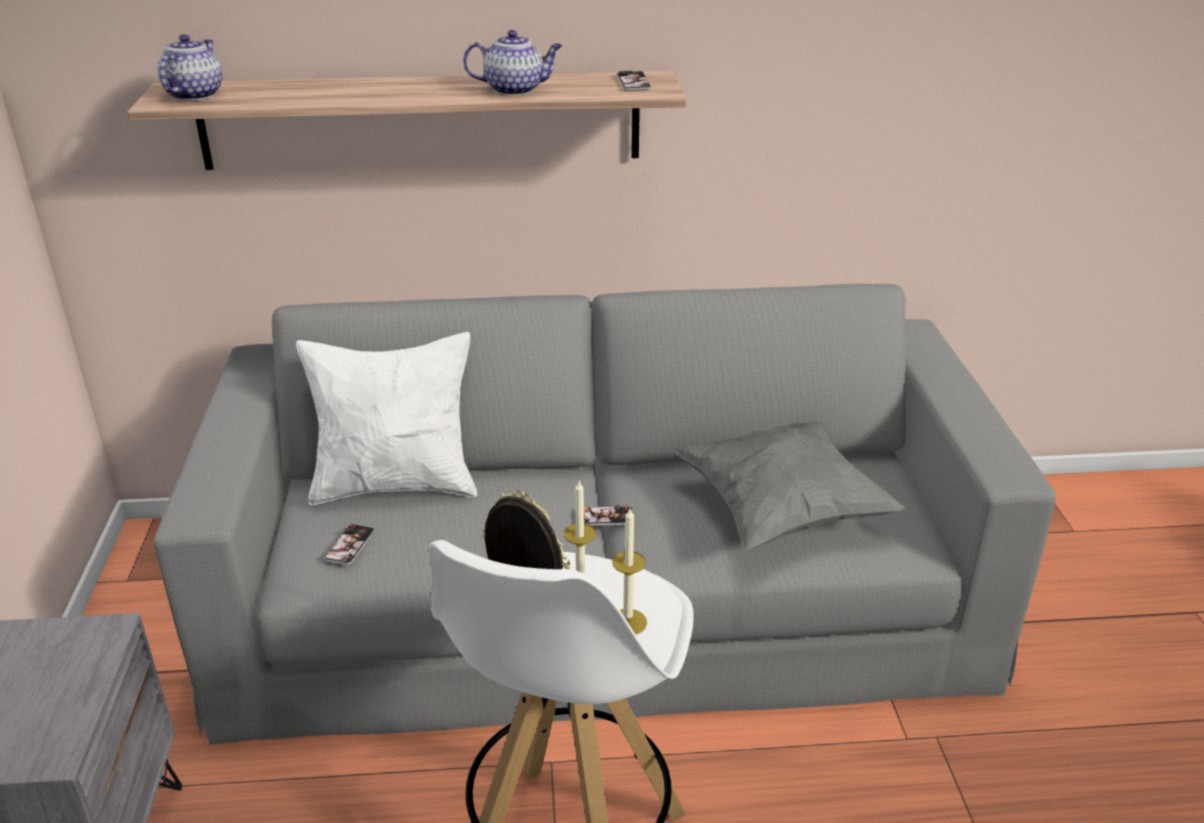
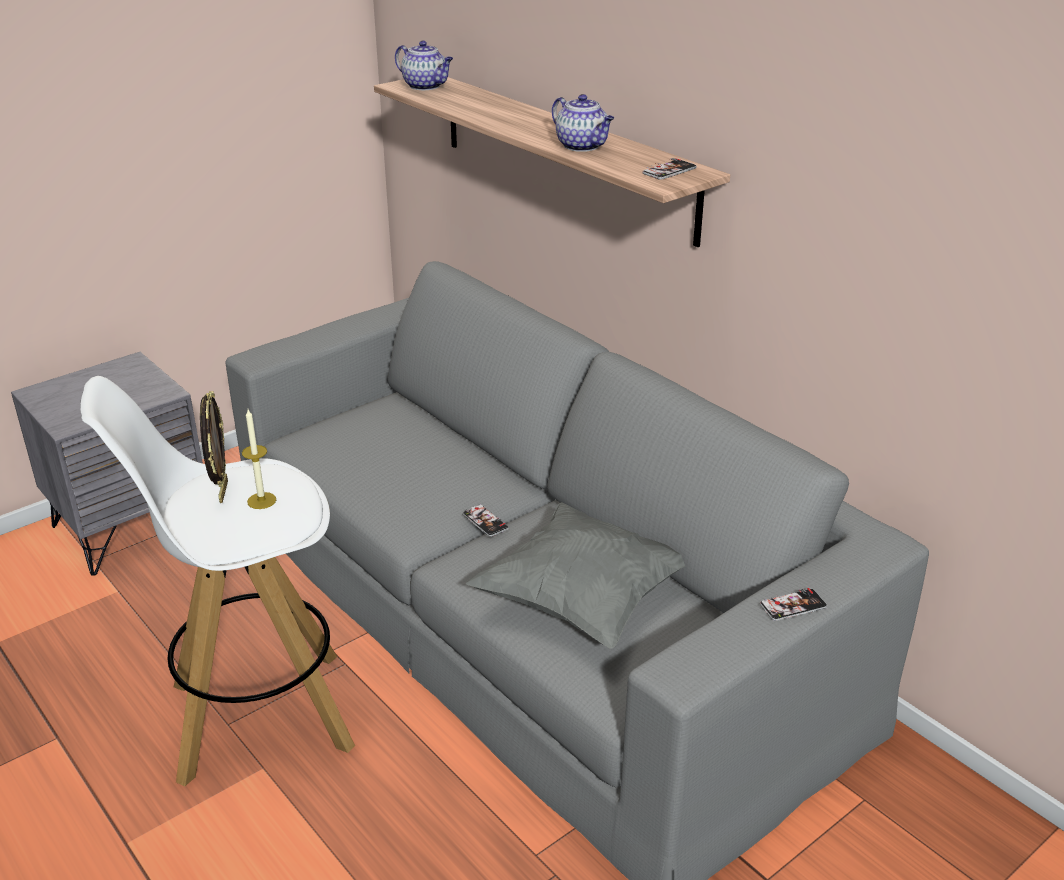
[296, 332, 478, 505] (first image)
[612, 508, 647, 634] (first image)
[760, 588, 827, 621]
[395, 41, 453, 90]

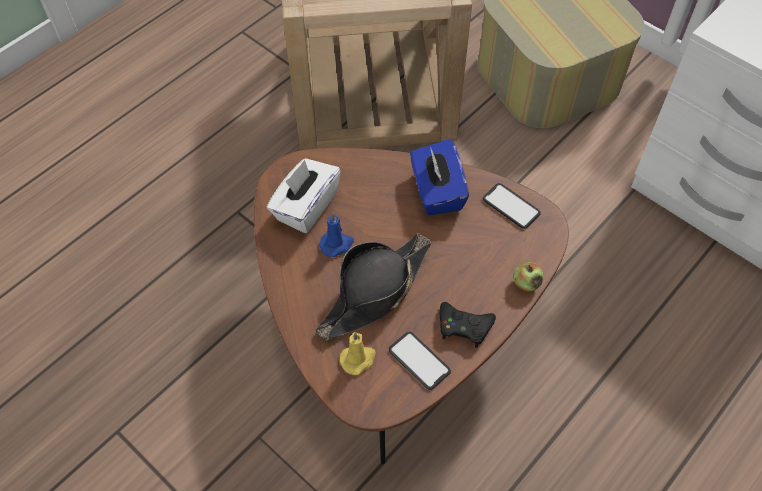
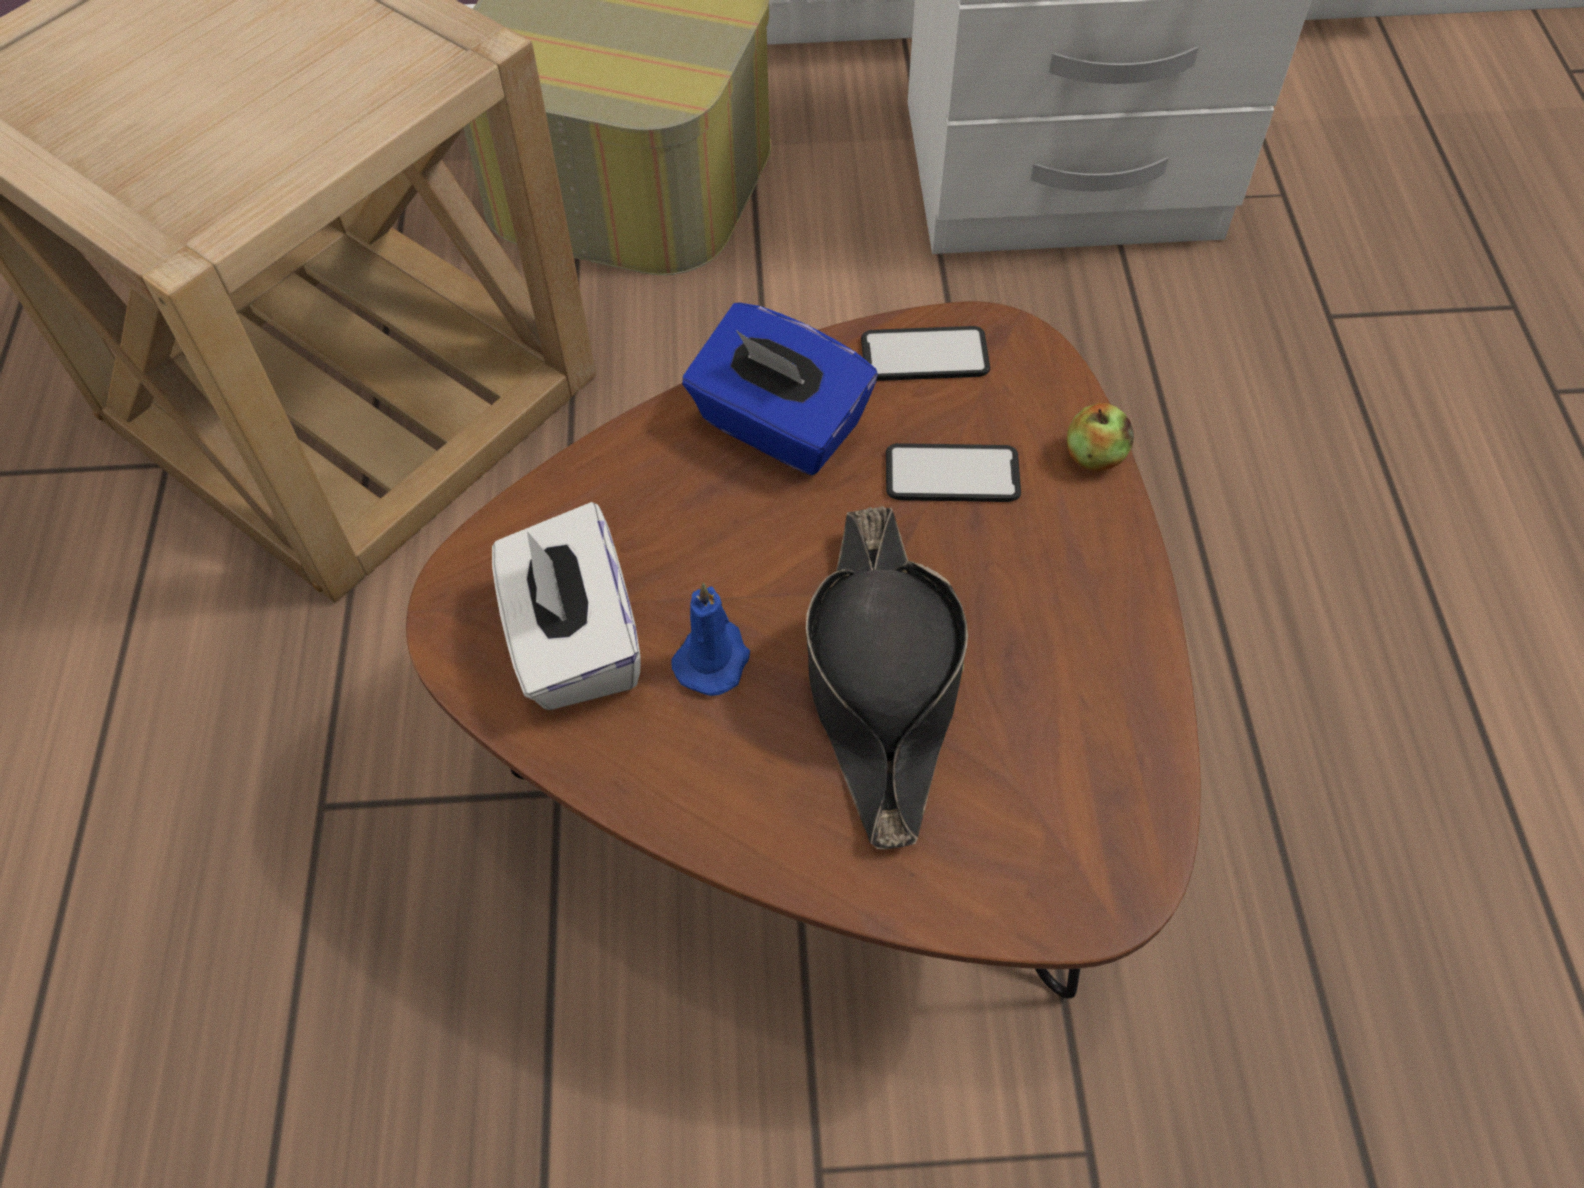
[340, 332, 376, 375] (first image)
[440, 302, 496, 348] (first image)
[886, 443, 1021, 502]

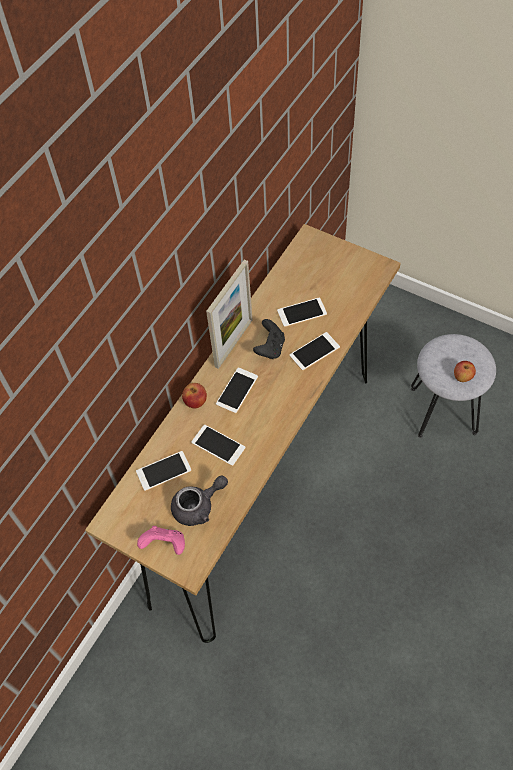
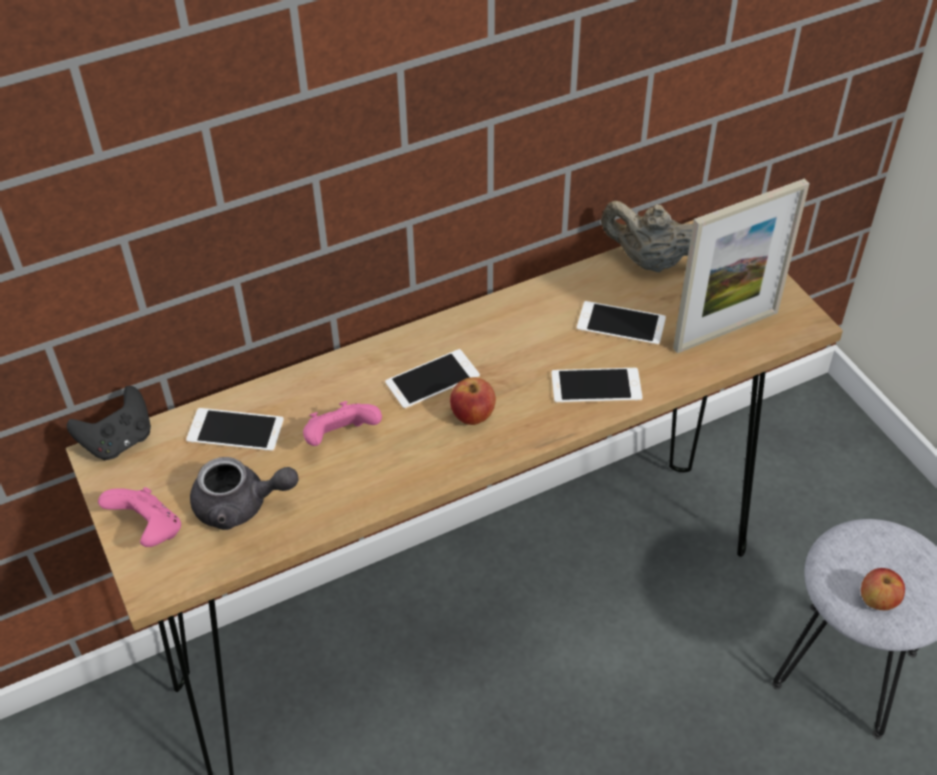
[601, 201, 693, 272]
[450, 377, 496, 425]
[673, 178, 810, 353]
[67, 386, 151, 460]
[303, 401, 382, 446]

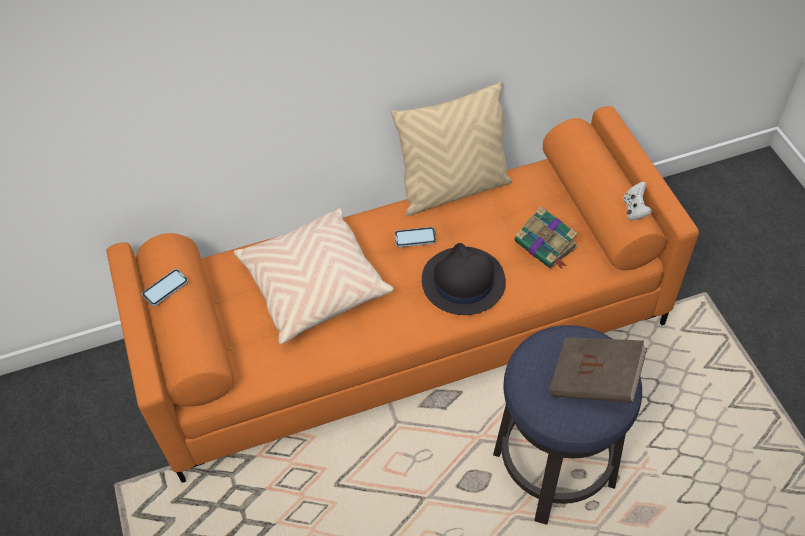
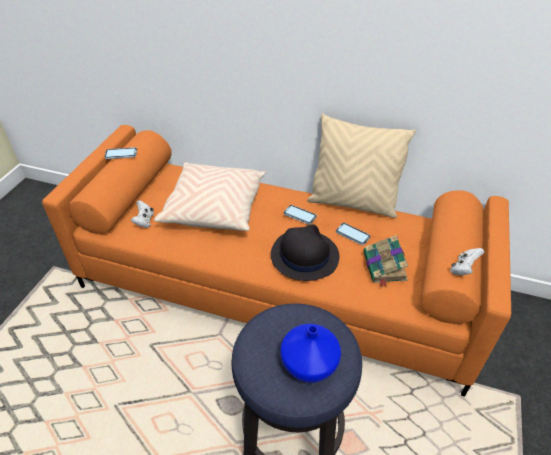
[131, 200, 154, 228]
[336, 223, 371, 245]
[281, 324, 341, 383]

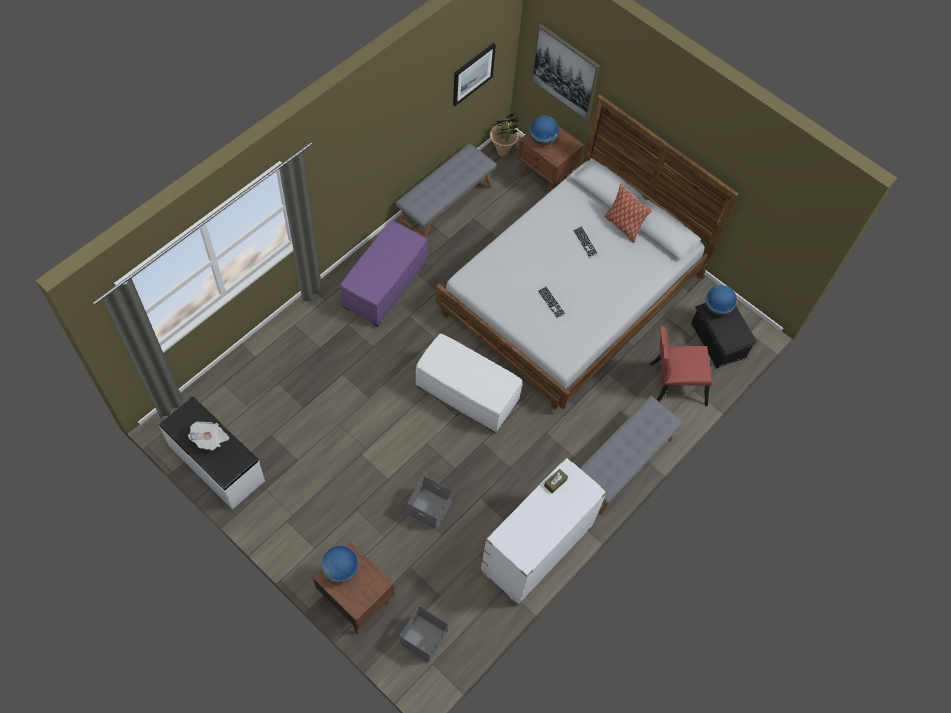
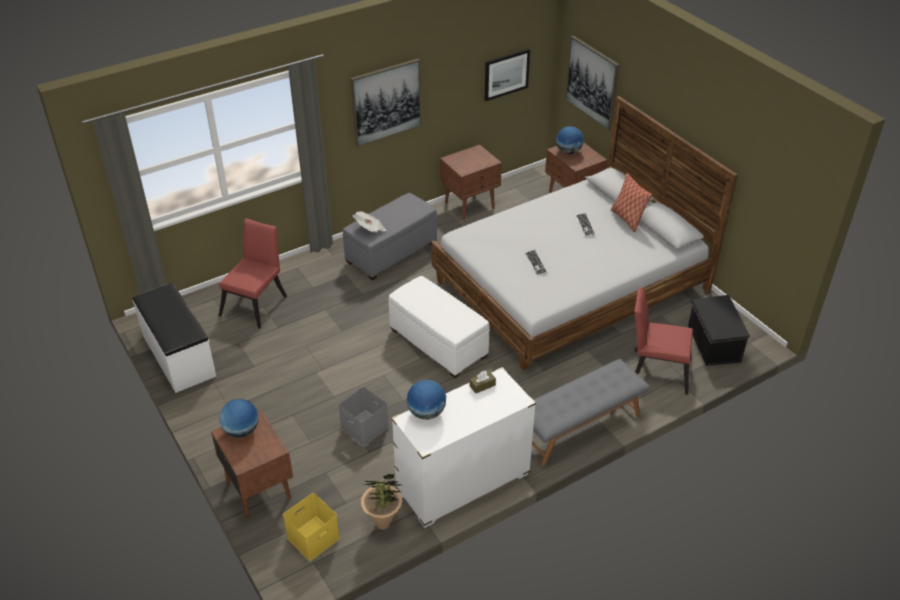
[219, 218, 287, 329]
[351, 59, 421, 147]
[353, 211, 386, 232]
[361, 474, 402, 530]
[407, 380, 446, 420]
[440, 145, 502, 220]
[343, 193, 437, 281]
[283, 493, 340, 561]

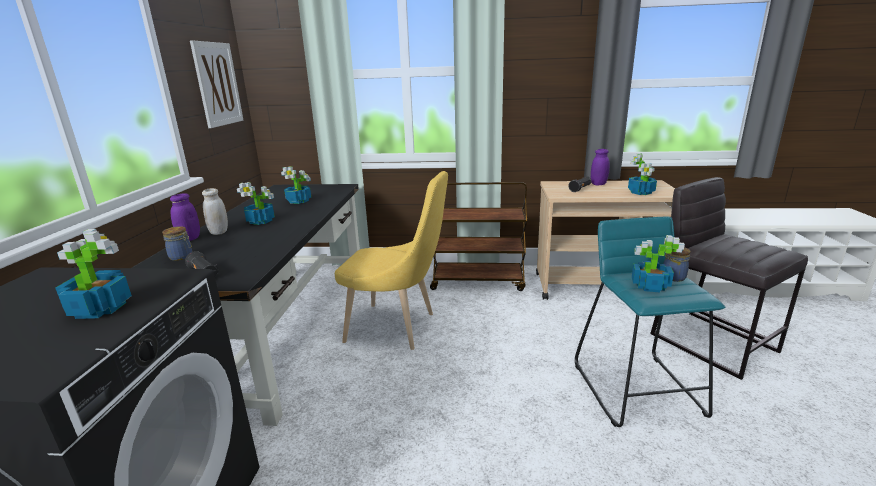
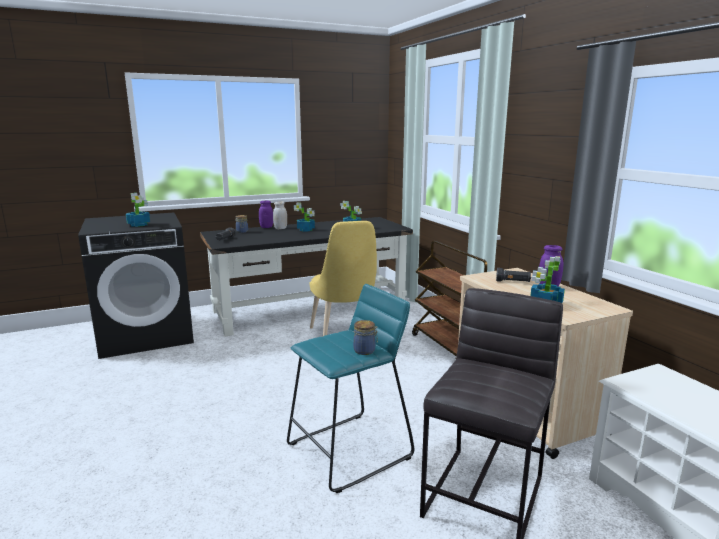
[190, 40, 243, 128] (first image)
[632, 235, 685, 293] (first image)

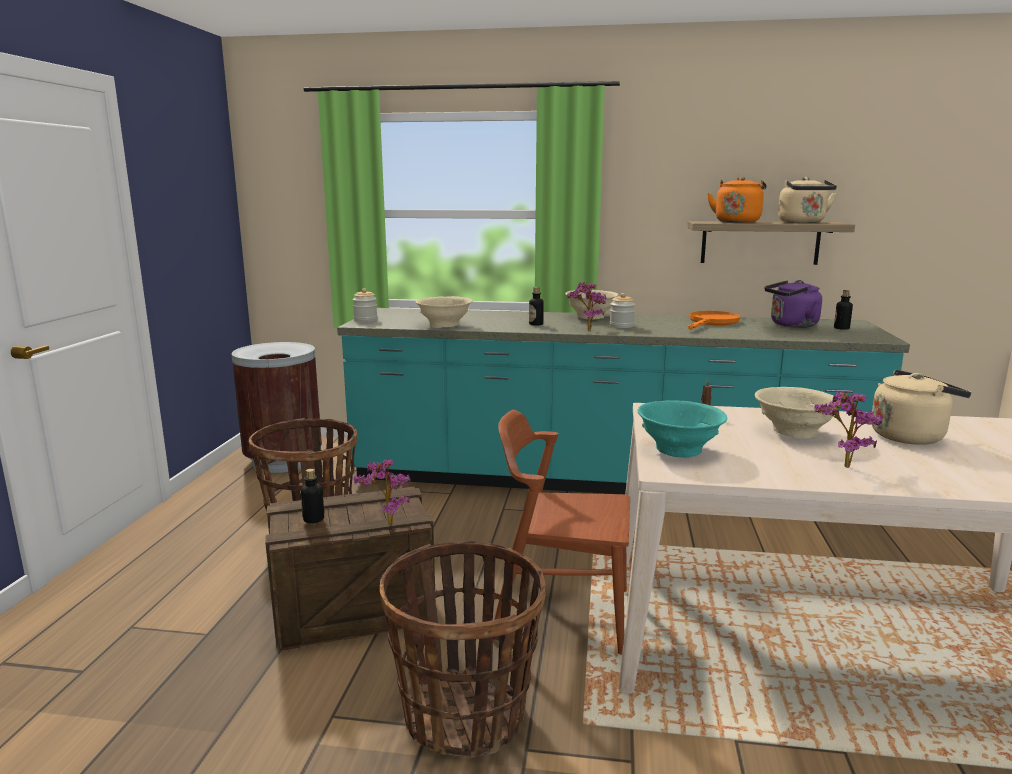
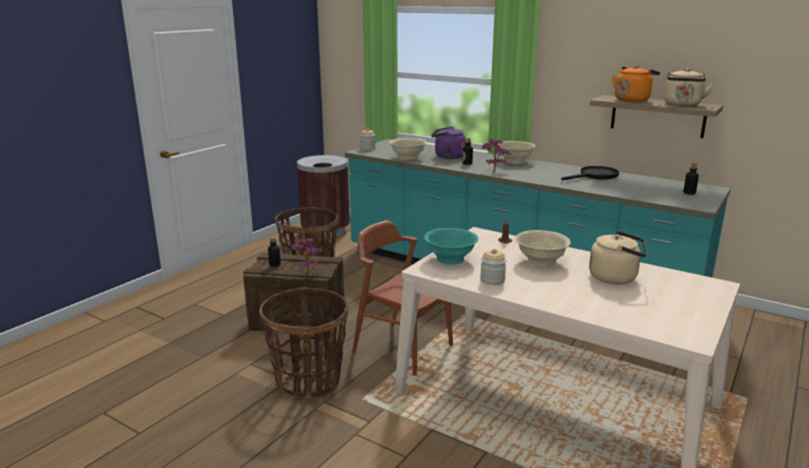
[814, 391, 882, 468] (first image)
[480, 249, 507, 285]
[431, 127, 466, 159]
[561, 166, 619, 180]

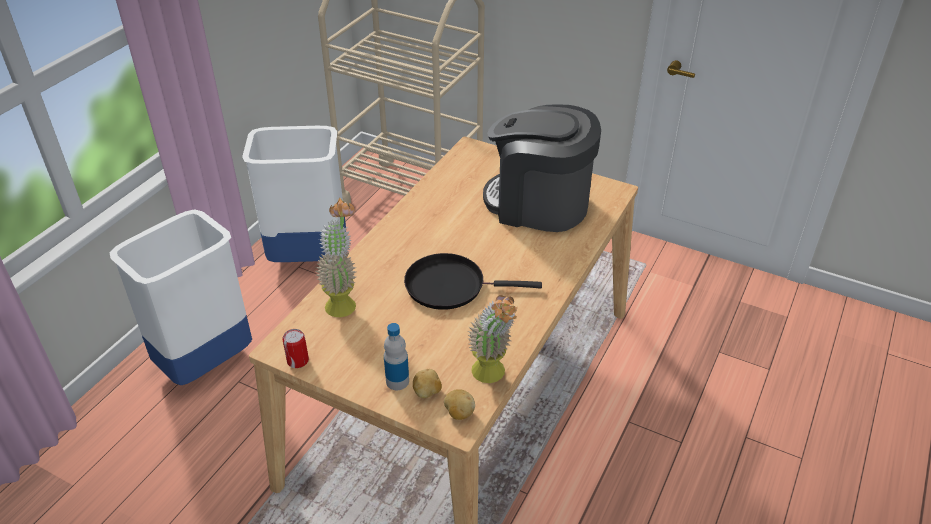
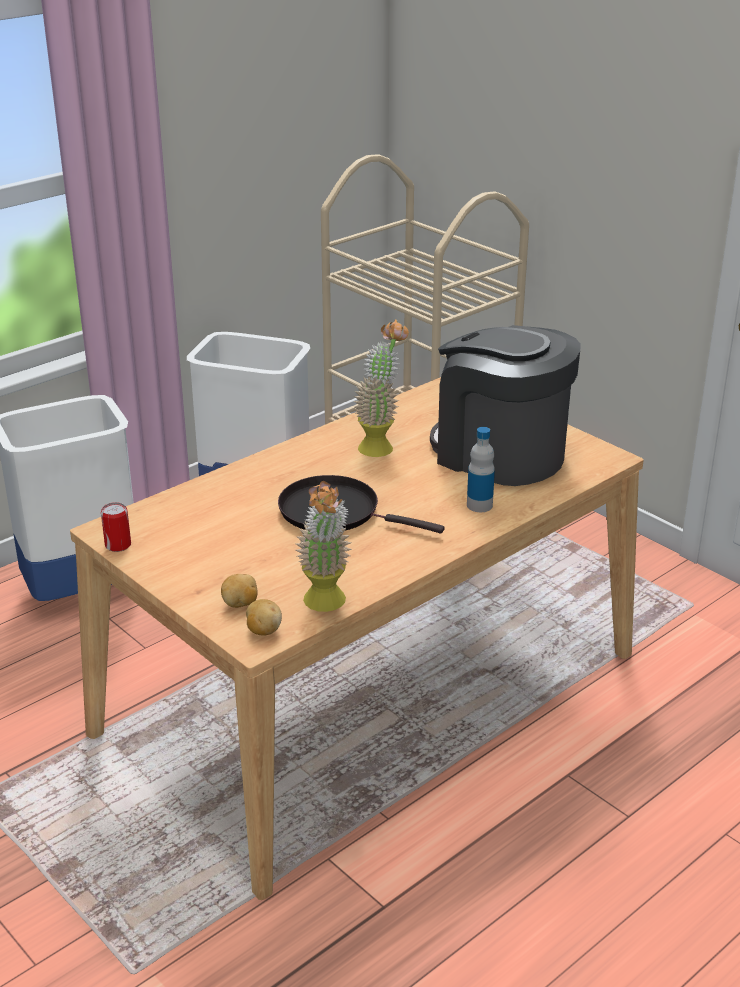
[354, 319, 409, 457]
[467, 427, 495, 512]

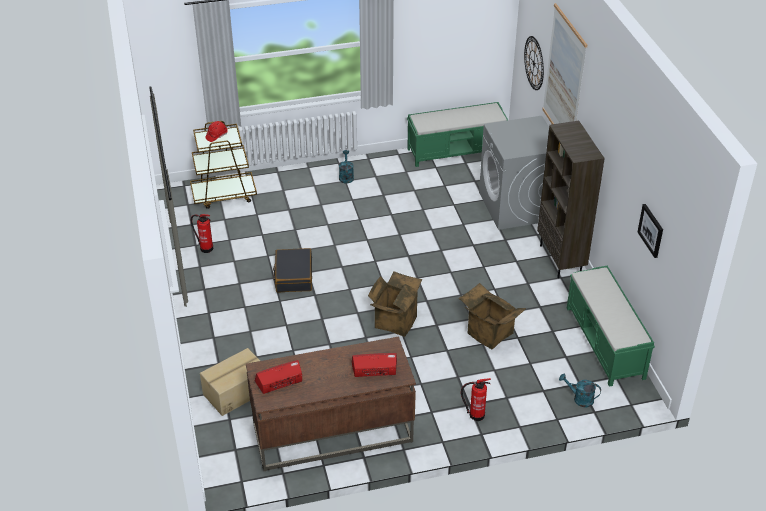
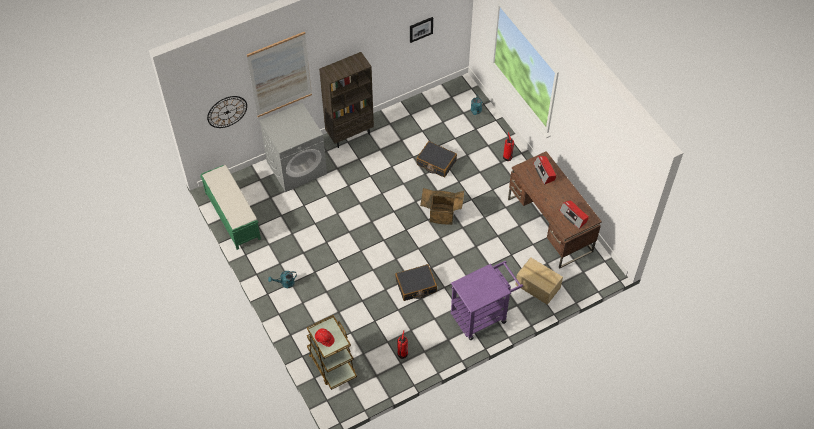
[567, 266, 655, 387] (first image)
[450, 261, 523, 340]
[416, 141, 457, 177]

